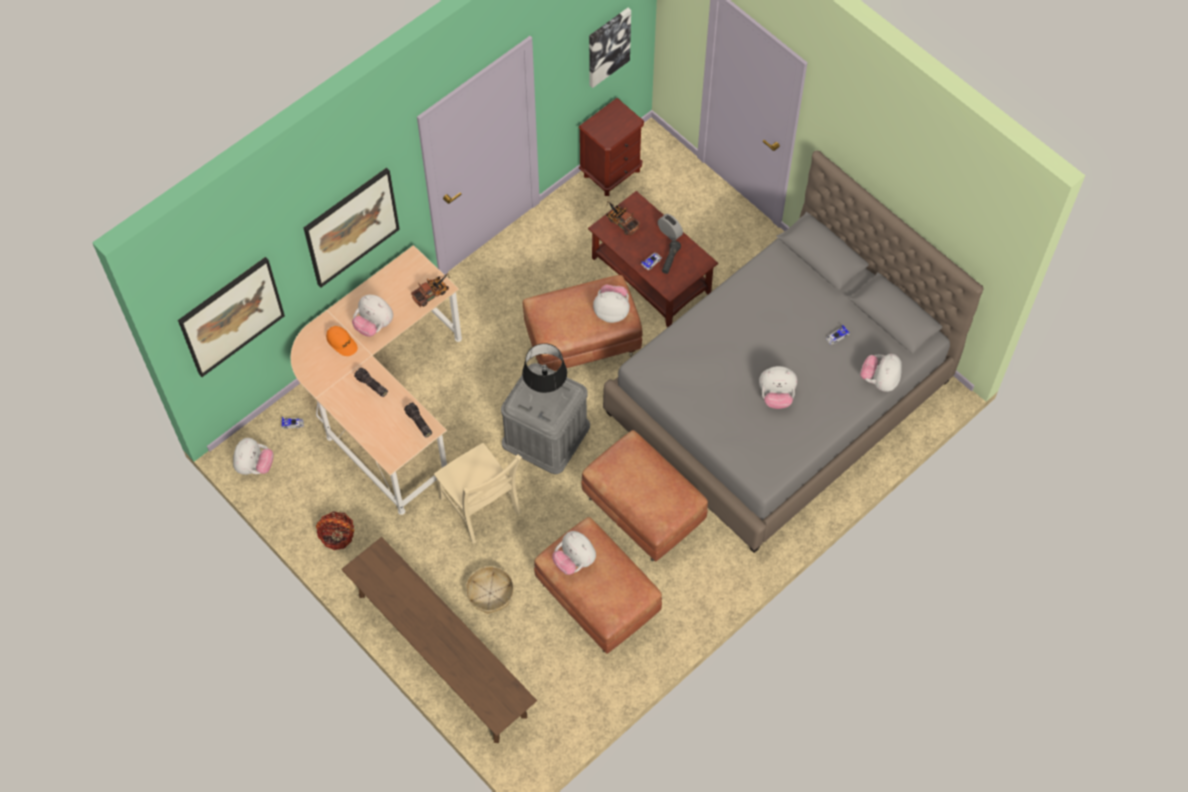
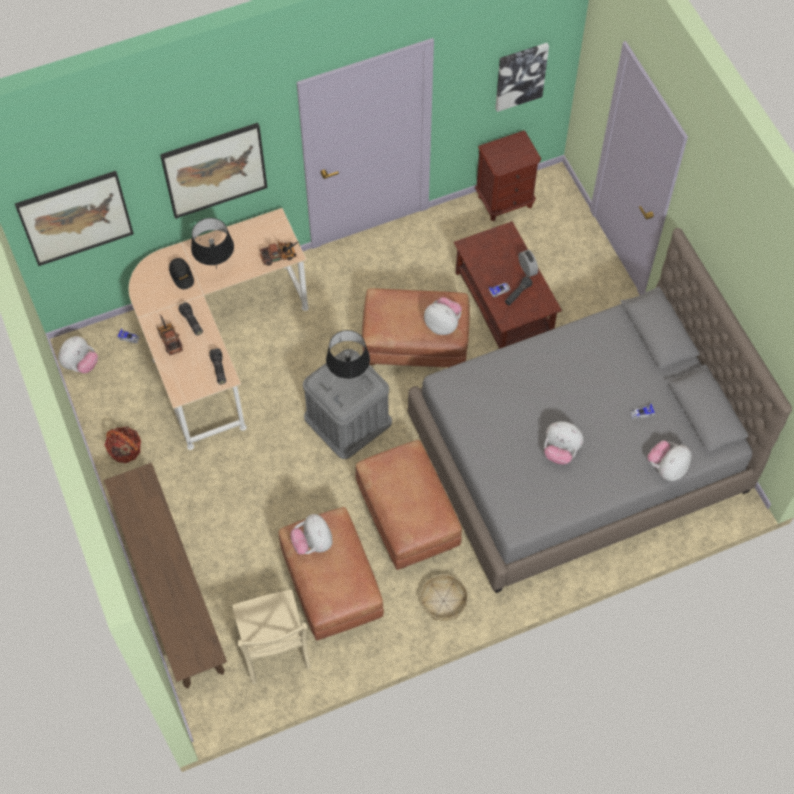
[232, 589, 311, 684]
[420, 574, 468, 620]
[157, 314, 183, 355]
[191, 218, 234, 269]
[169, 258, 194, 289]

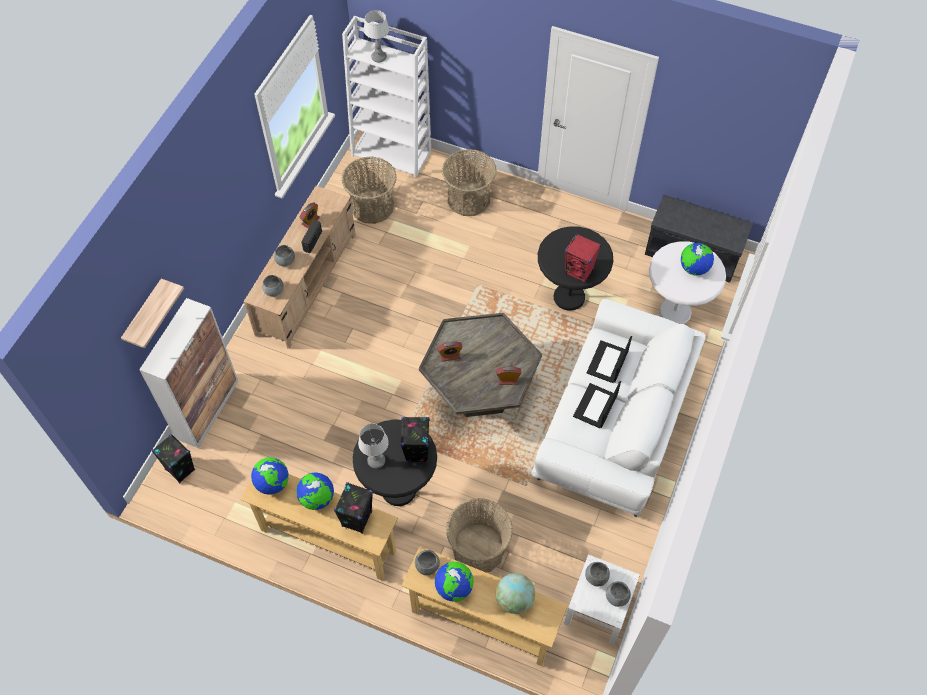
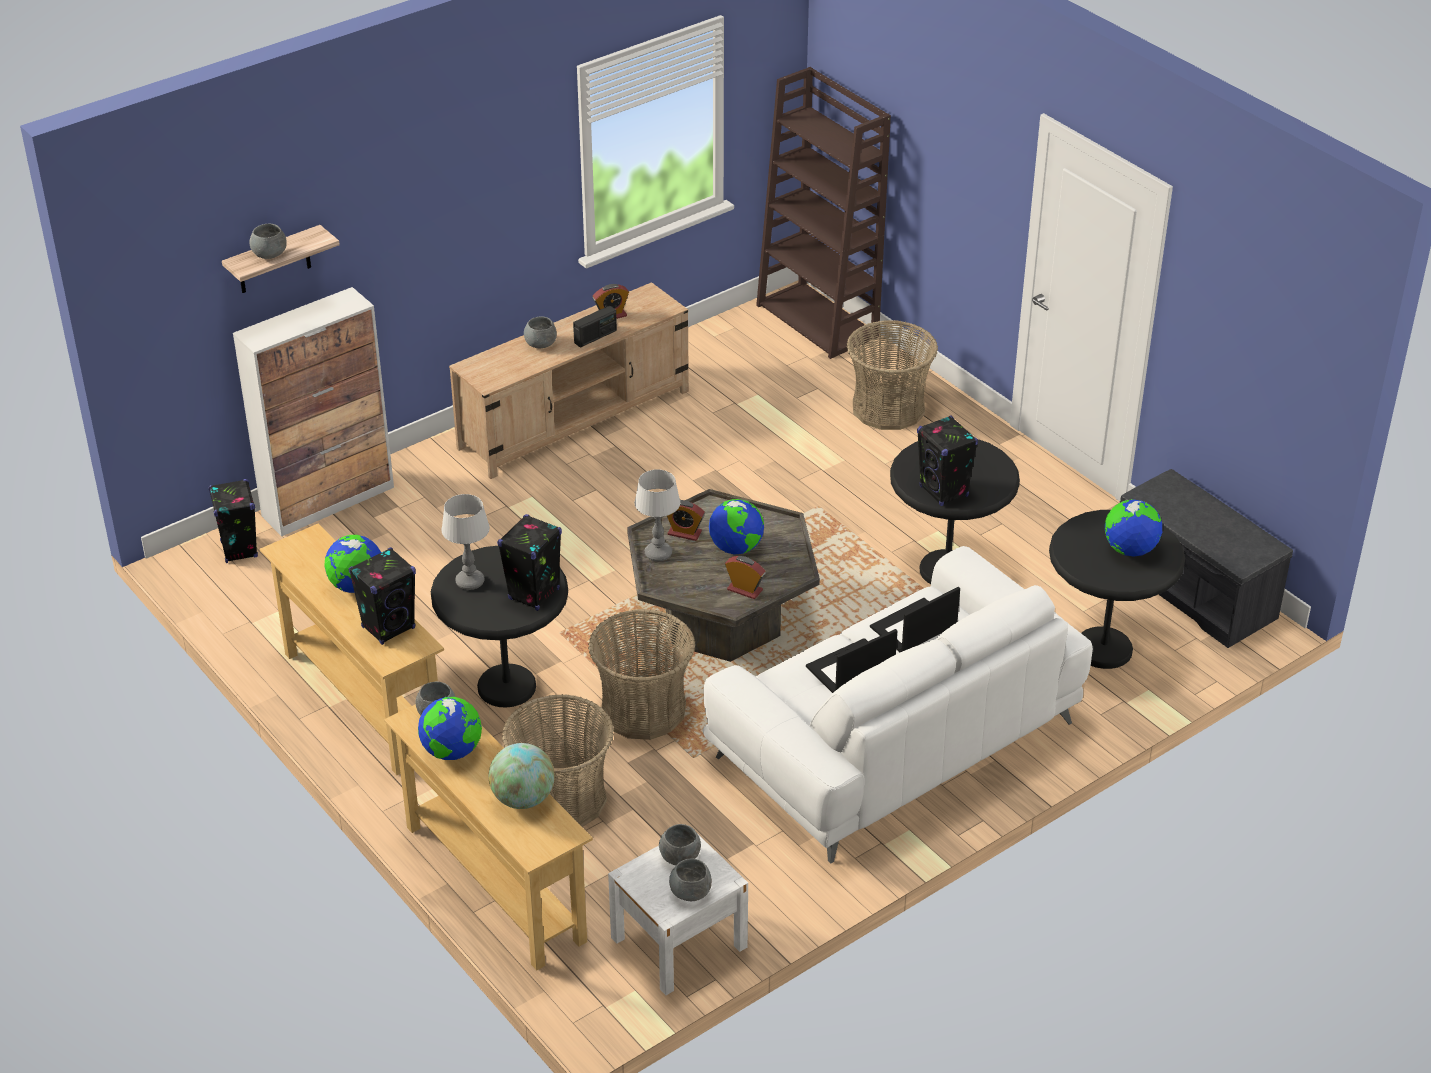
[709, 499, 764, 554]
[249, 224, 287, 259]
[588, 609, 695, 740]
[635, 469, 680, 562]
[756, 67, 891, 359]
[917, 415, 978, 506]
[1049, 510, 1185, 669]

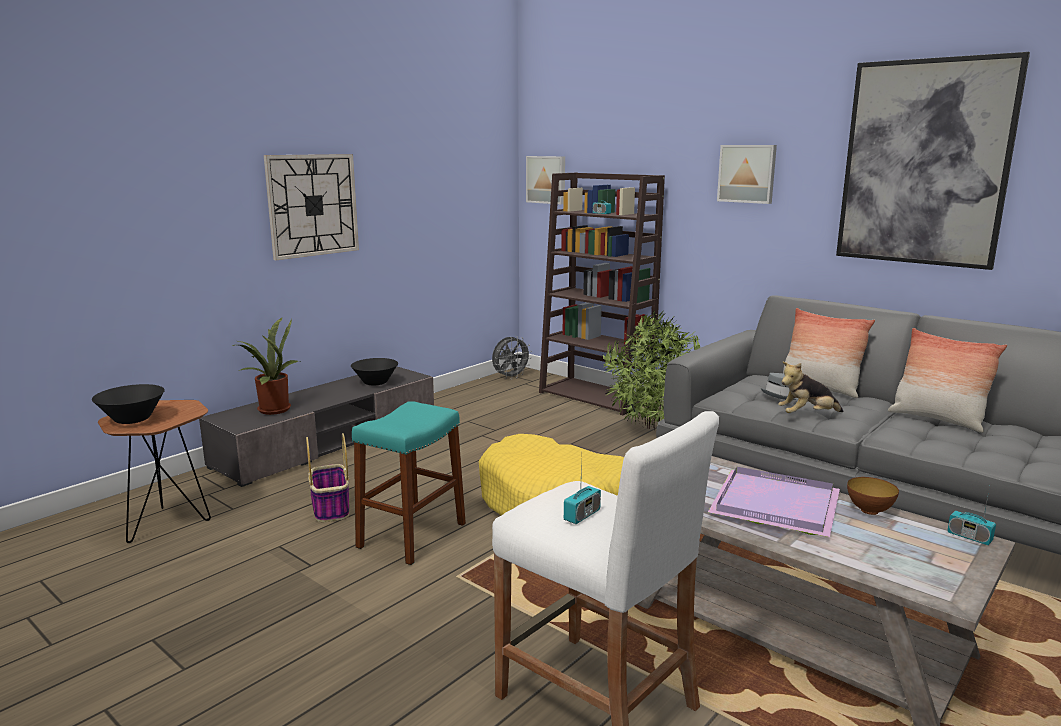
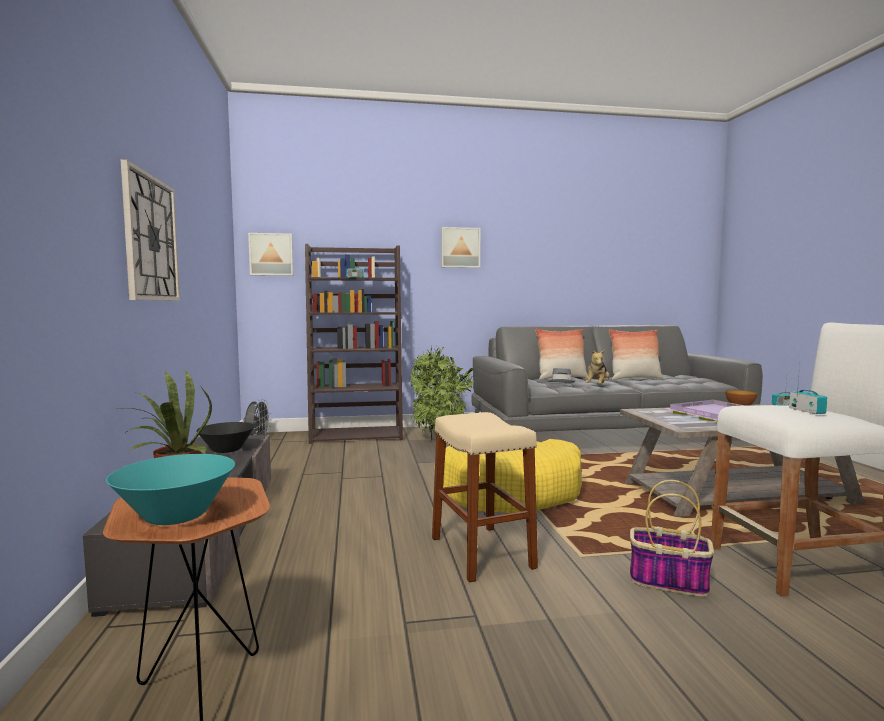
[836, 52, 1030, 270] (first image)
[630, 480, 714, 597]
[106, 454, 235, 525]
[432, 412, 538, 583]

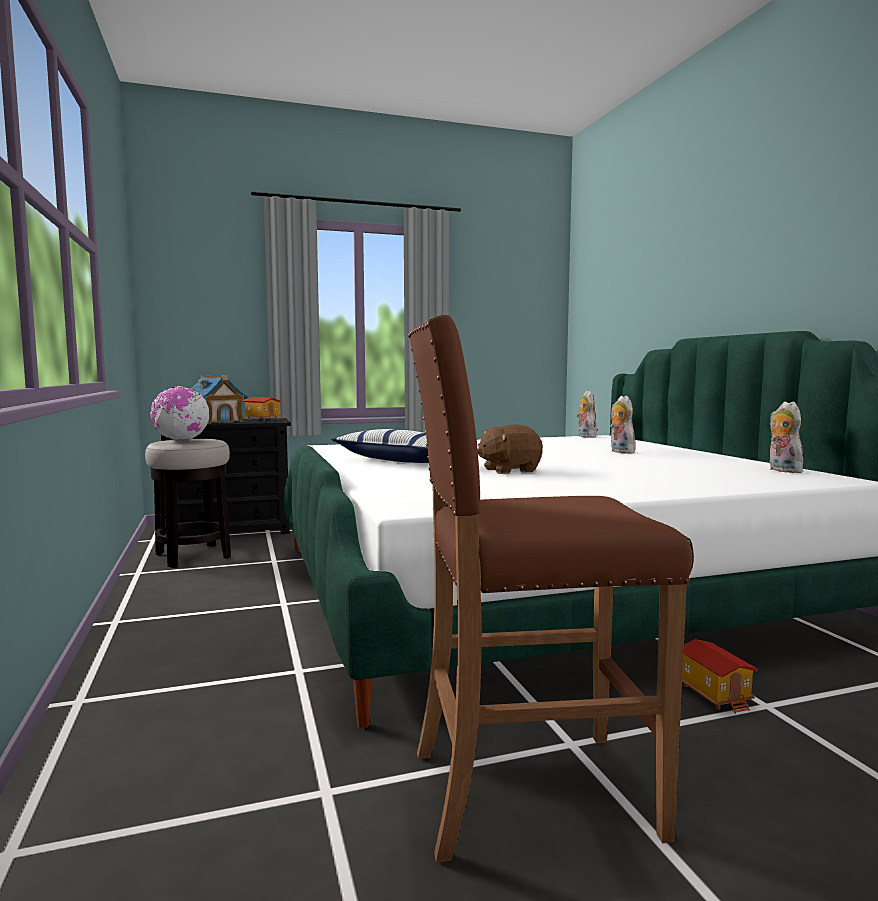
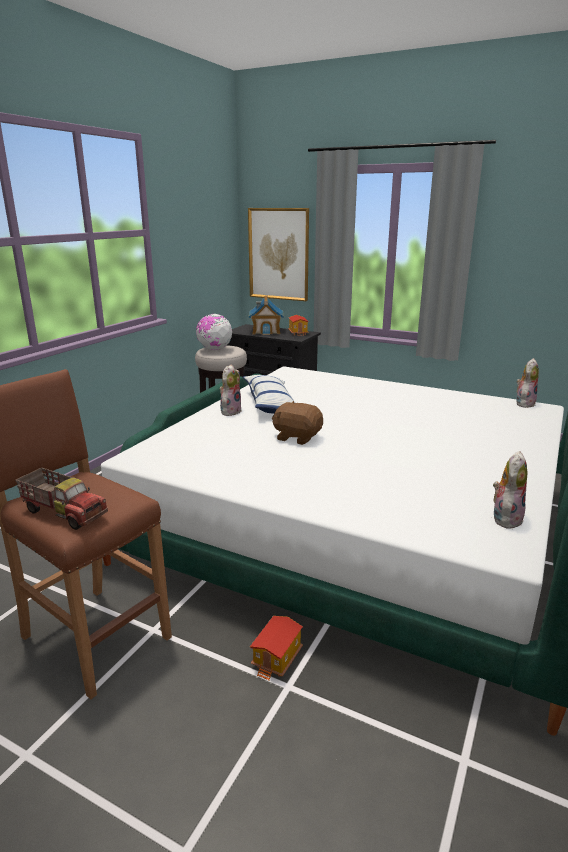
[15, 468, 108, 530]
[248, 208, 309, 301]
[220, 365, 241, 416]

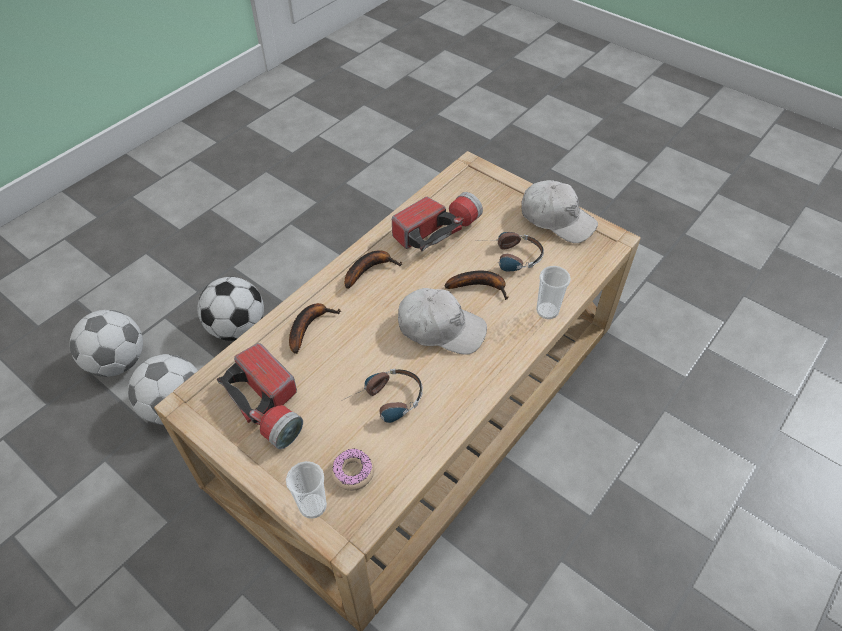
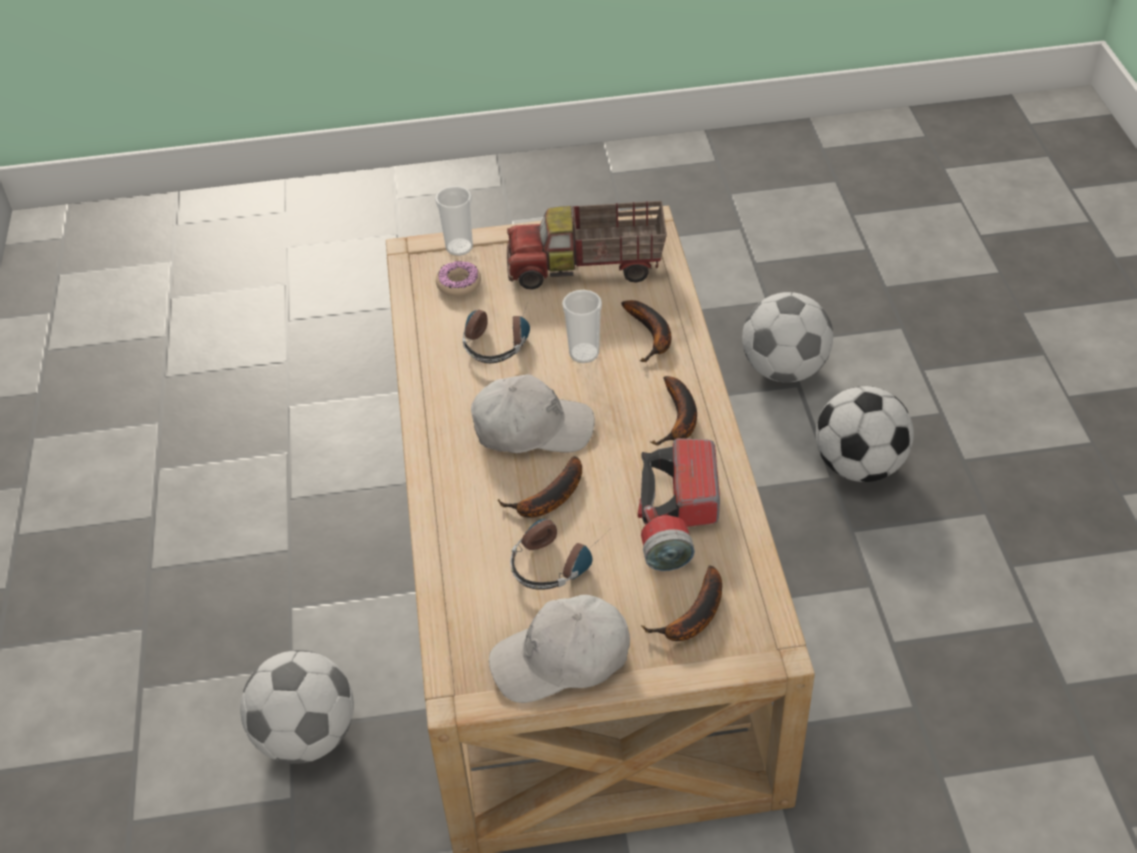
[641, 566, 722, 641]
[240, 650, 354, 764]
[562, 290, 602, 363]
[507, 201, 667, 290]
[471, 374, 595, 453]

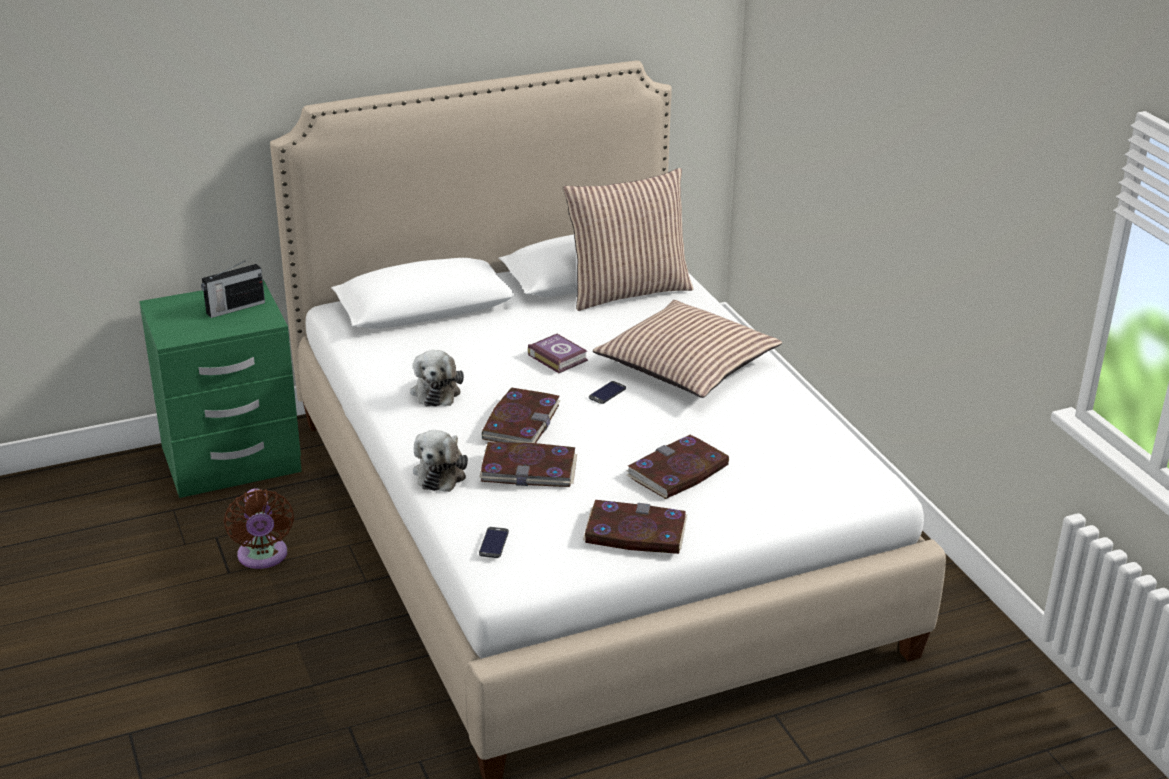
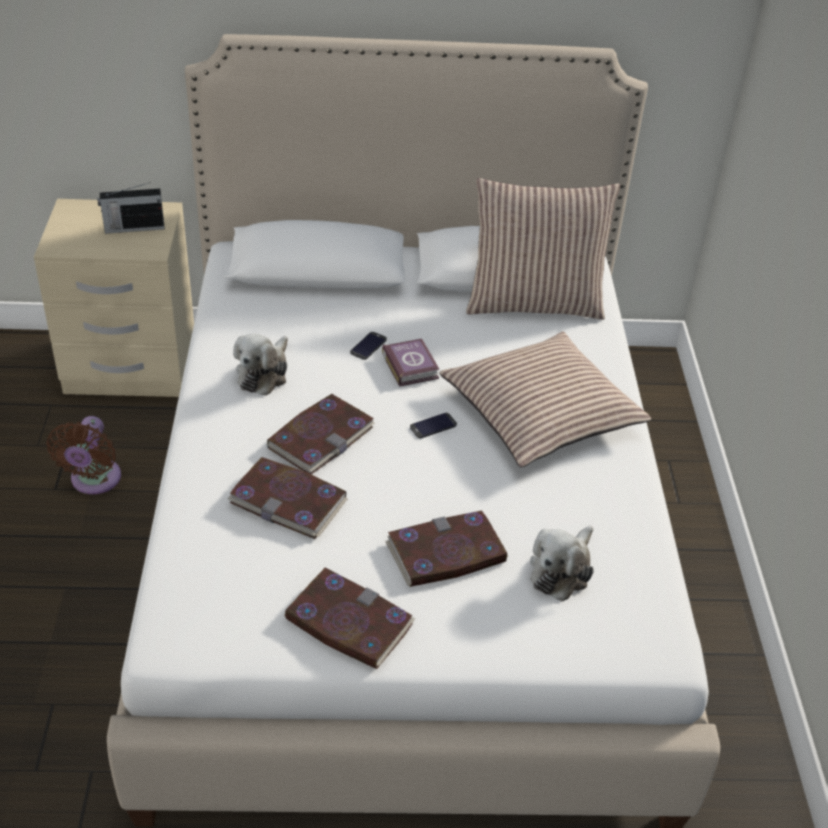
[530, 526, 594, 602]
[350, 332, 387, 360]
[34, 199, 194, 397]

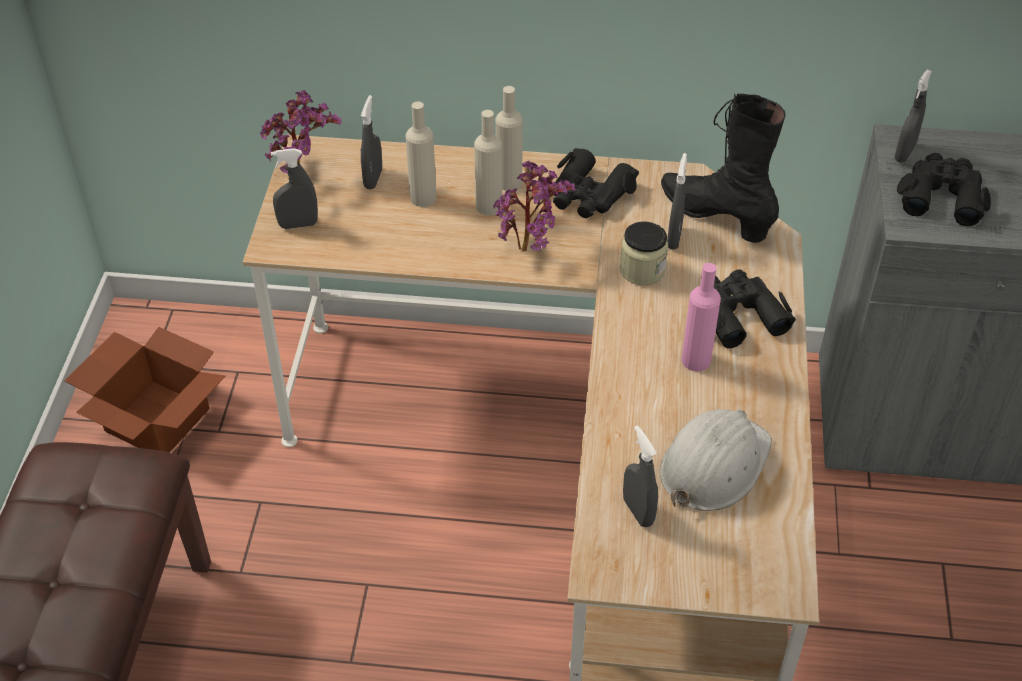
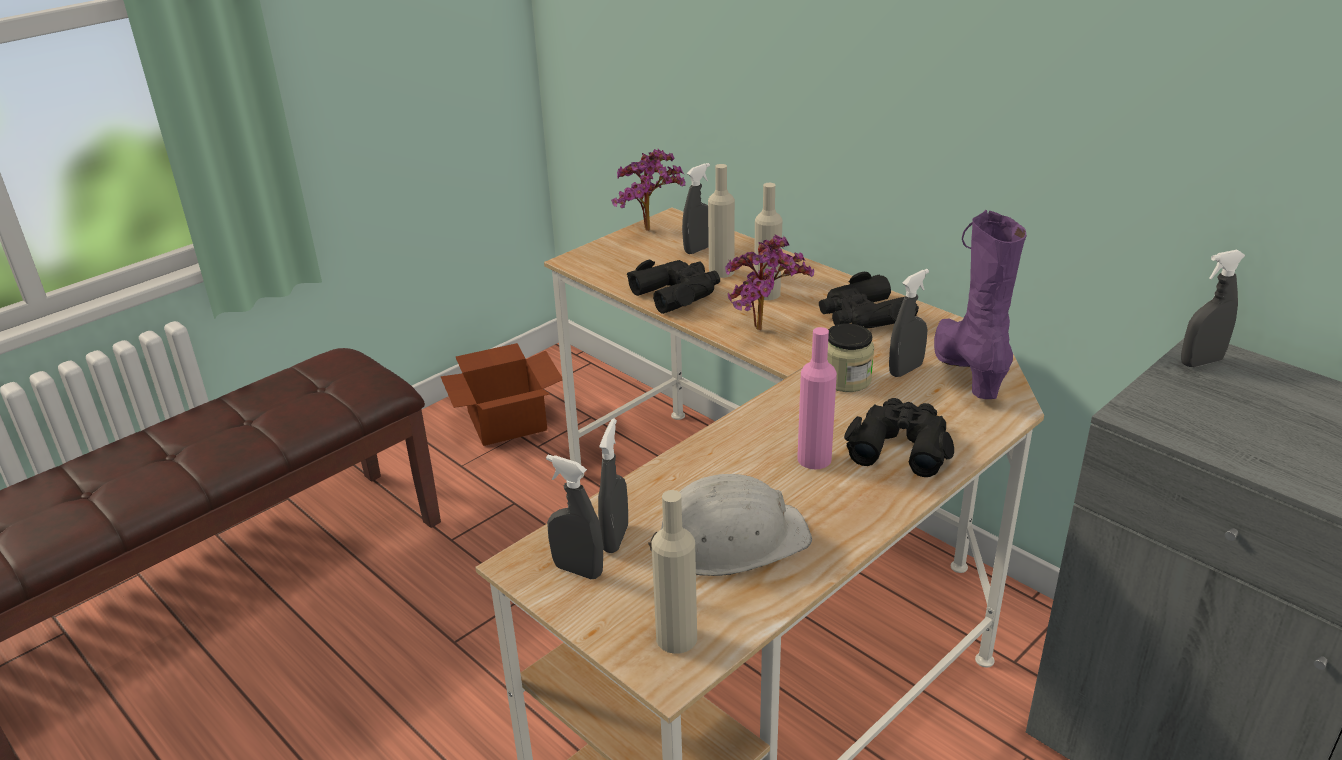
[546, 455, 603, 579]
[652, 490, 697, 654]
[627, 260, 720, 314]
[934, 210, 1027, 399]

